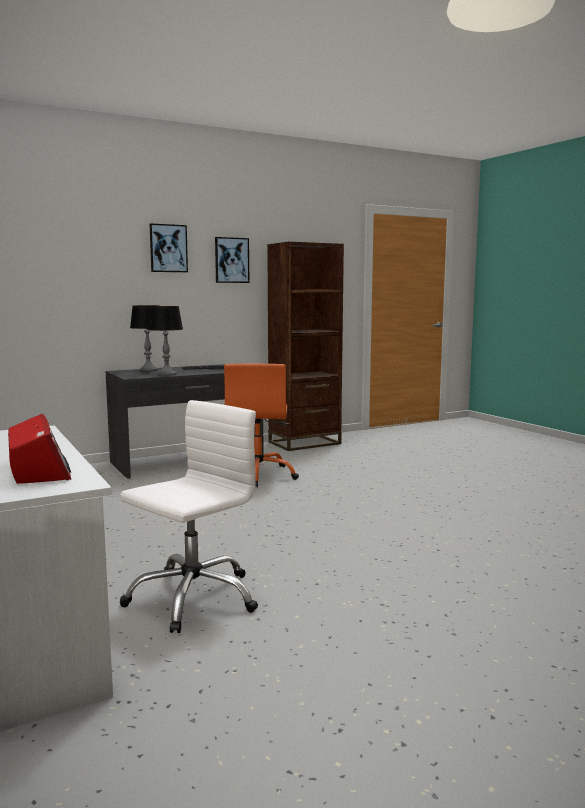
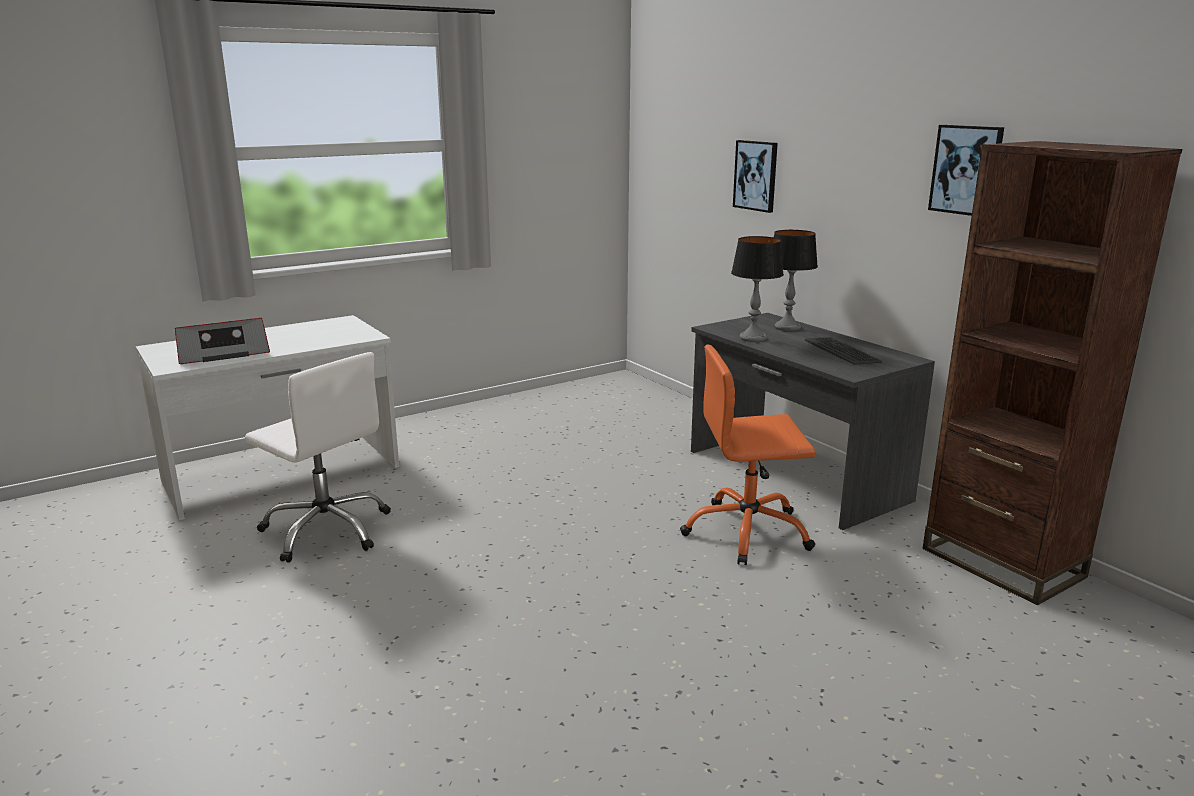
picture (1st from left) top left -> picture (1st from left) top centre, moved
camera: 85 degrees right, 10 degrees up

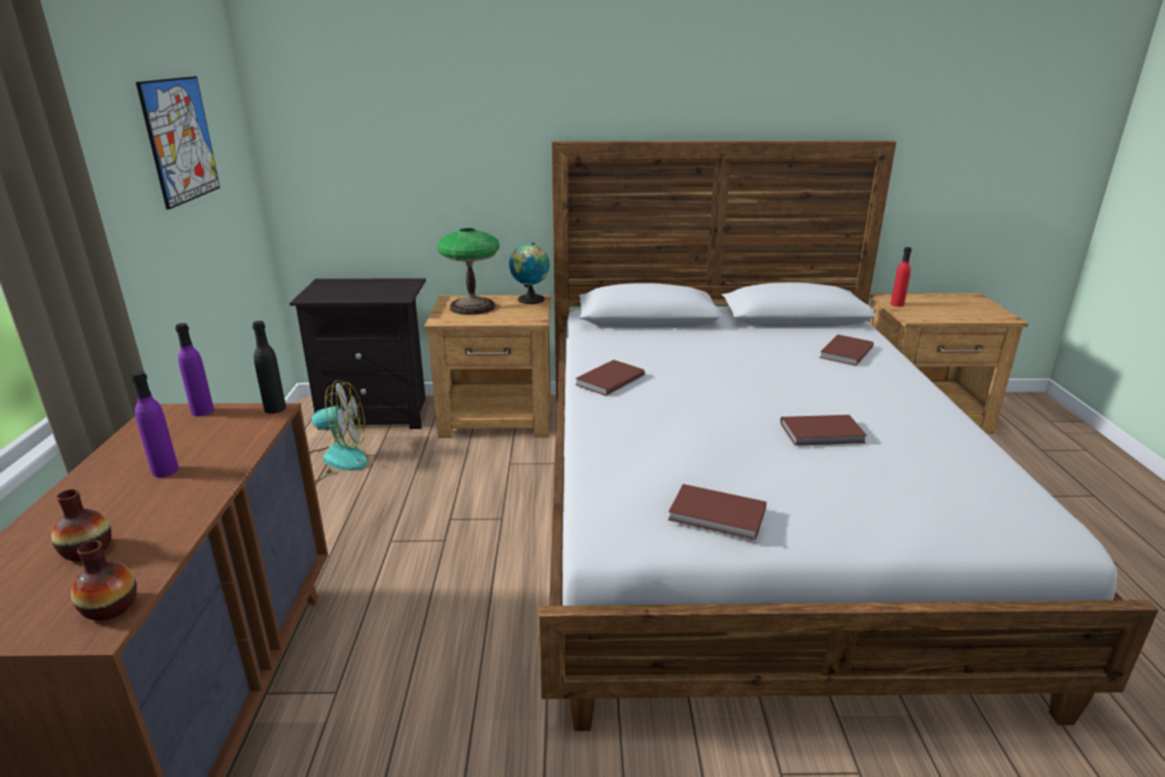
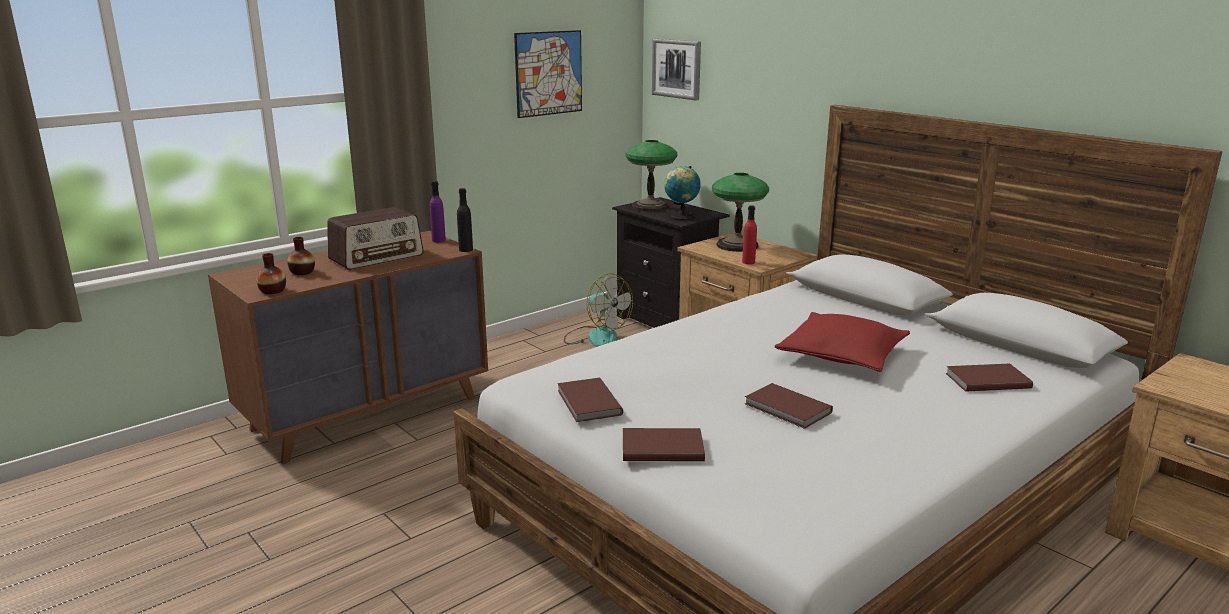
bottle (purple) (1st from left) middle left -> radio middle left
book (brown) (1st from left in the first image) centre -> book (brown) (2nd from left) bottom centre, moved
none -> table lamp (1st from left) top centre
none -> picture (2nd from left) top centre
globe centre -> globe top centre, moved
bottle (red) middle right -> bottle (red) centre, moved
none -> pillow (red) middle right
camera: 50 degrees right, 5 degrees down

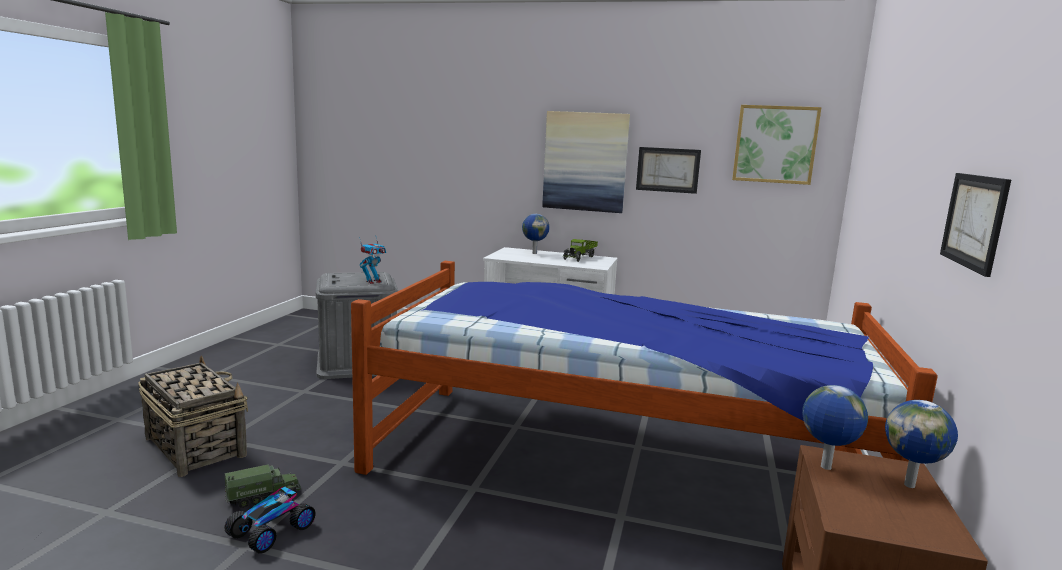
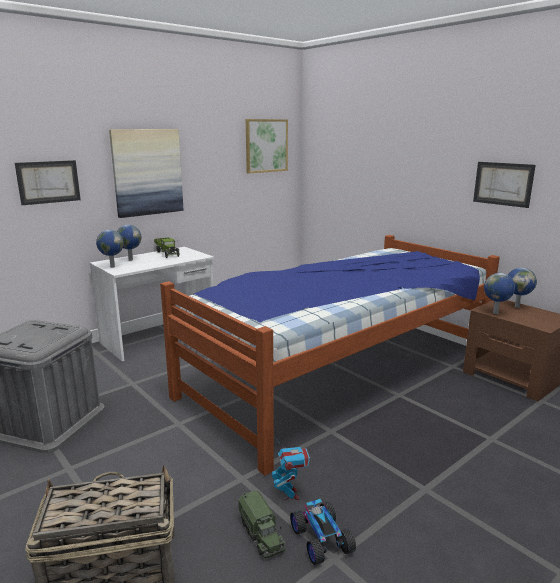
picture (2nd from left in the first image) top centre -> picture (1st from left) top left, moved
none -> globe (1st from left) middle left
toy truck (1st from left in the first image) bottom left -> toy truck (2nd from left) bottom centre, 150 degrees clockwise
toy robot centre -> toy robot bottom centre, moved
camera: 55 degrees left, 5 degrees up

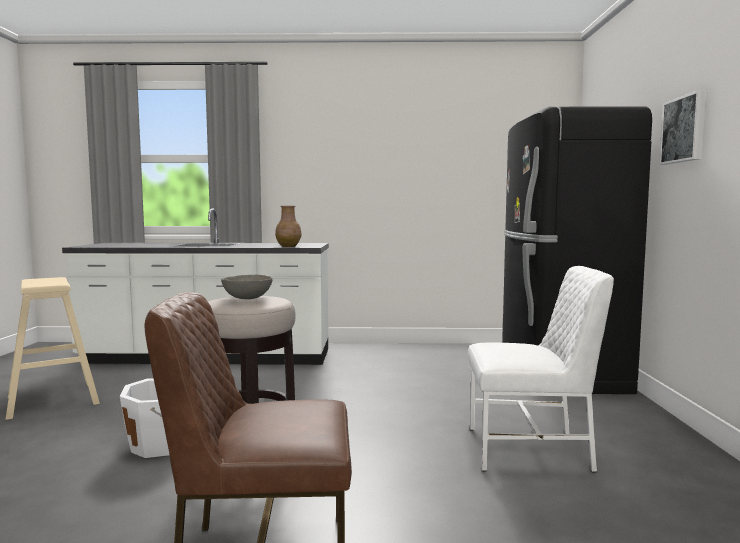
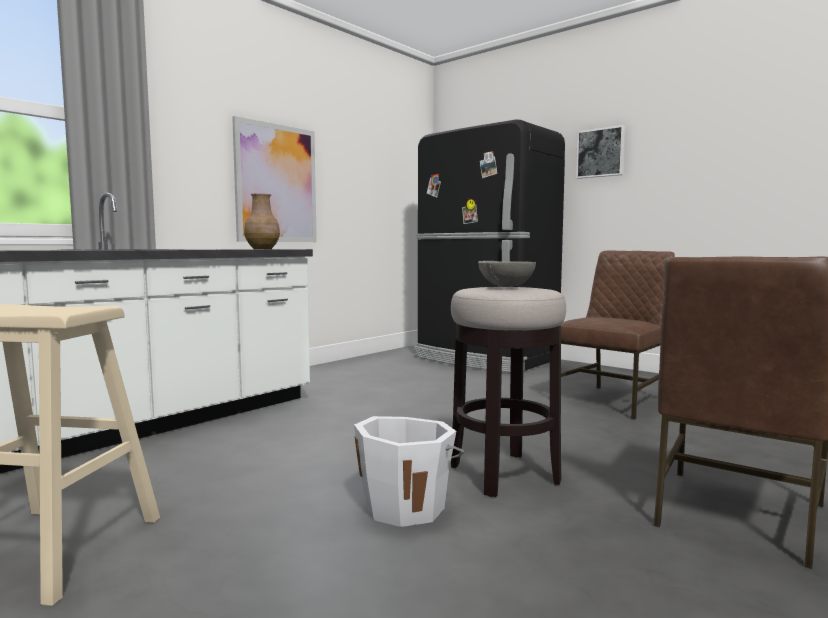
none -> picture (1st from left) top left
chair (white) bottom right -> chair (brown) (1st from left) middle right
camera: 50 degrees left, 0 degrees up

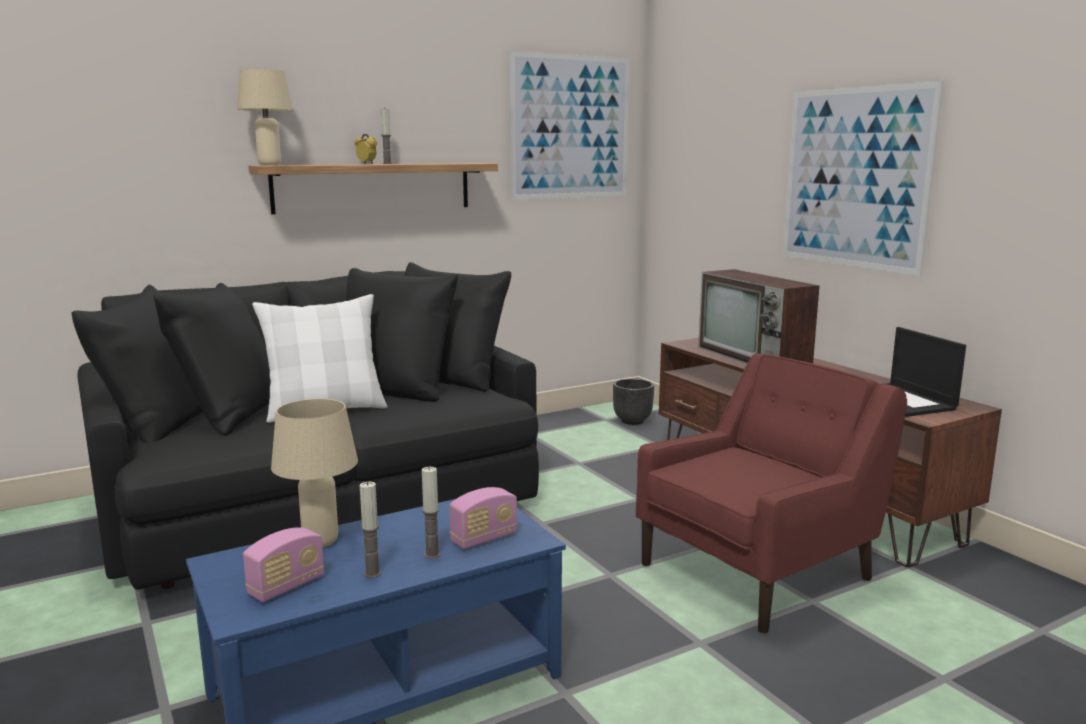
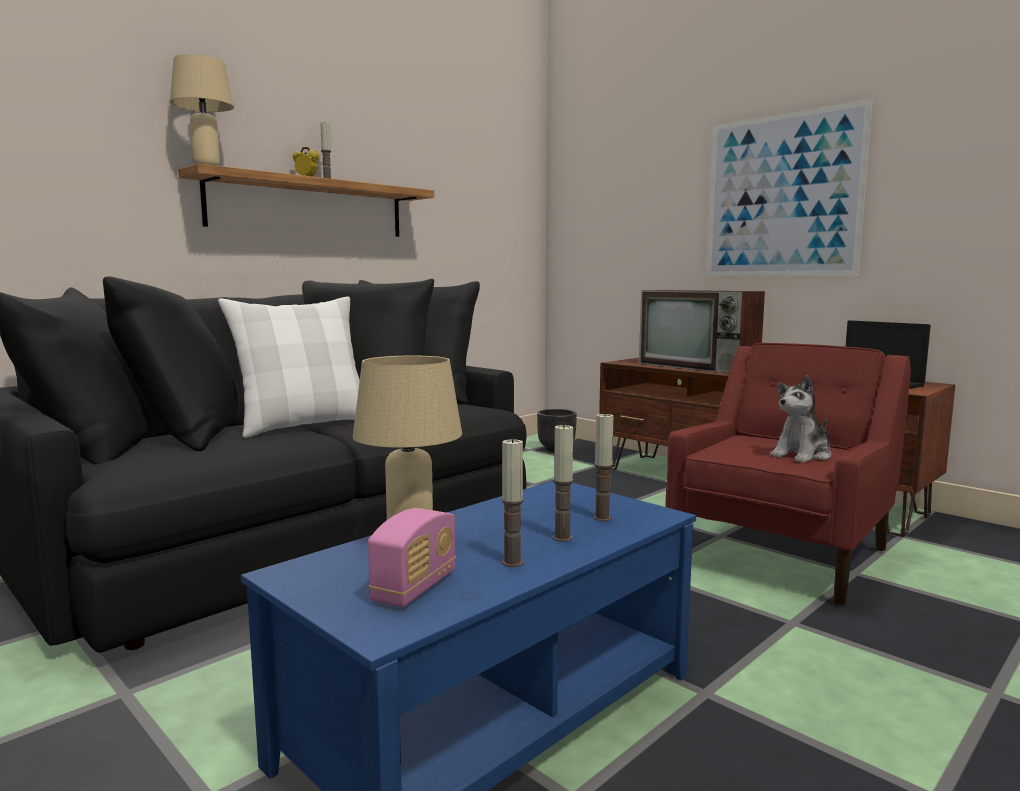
radio (2nd from left) bottom centre -> candle (4th from left) centre
none -> plush toy middle right
picture (1st from left) top centre -> none
camera: 15 degrees left, 5 degrees down

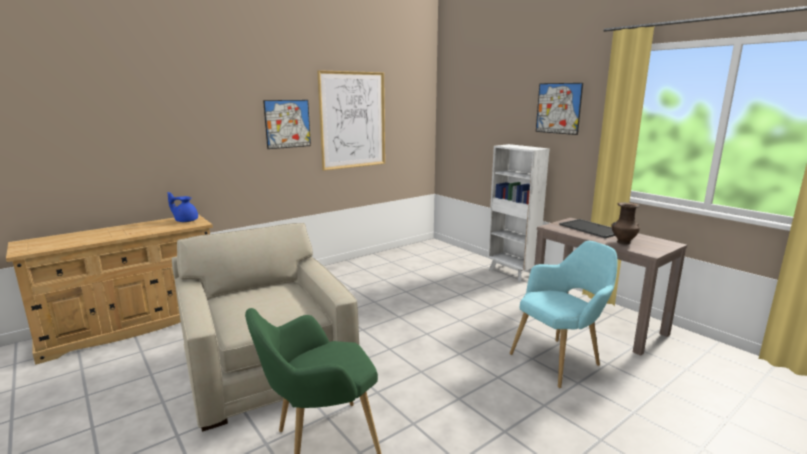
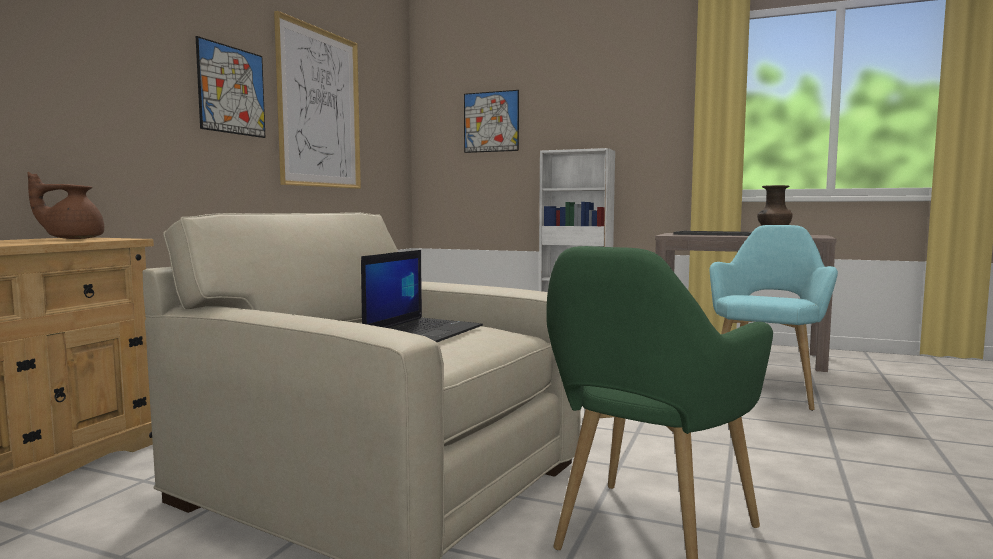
teapot (blue) middle left -> teapot (brown) middle left
none -> laptop centre
picture (3rd from left) top right -> picture (3rd from left) top centre, moved
camera: 30 degrees left, 10 degrees down

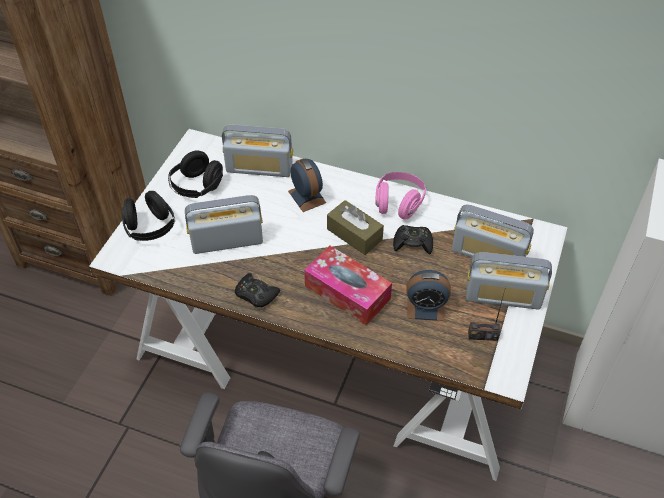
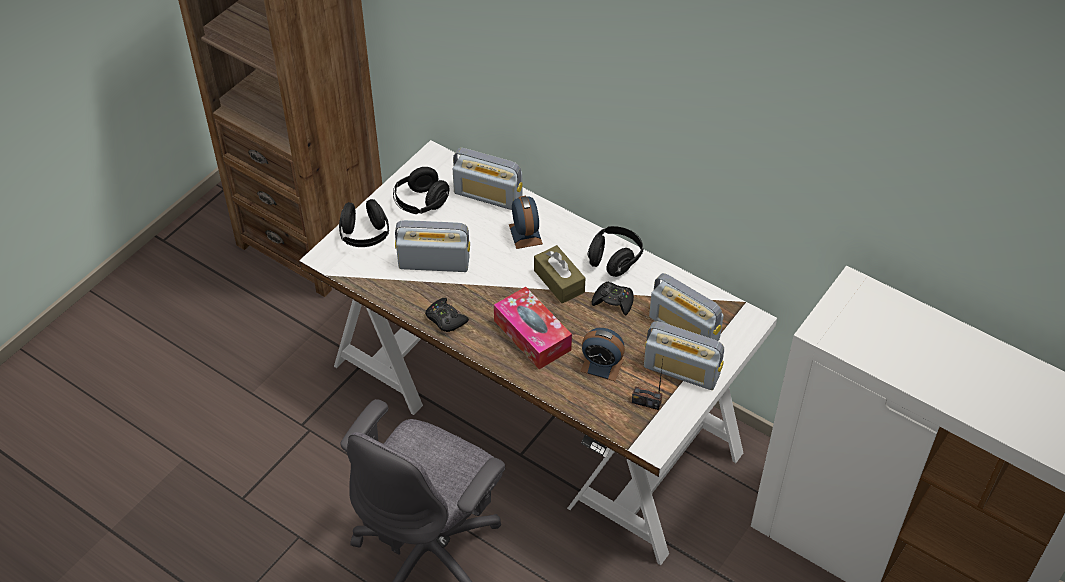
headphones (pink) centre -> headphones (black) (3rd from left) centre
camera: 15 degrees right, 0 degrees up

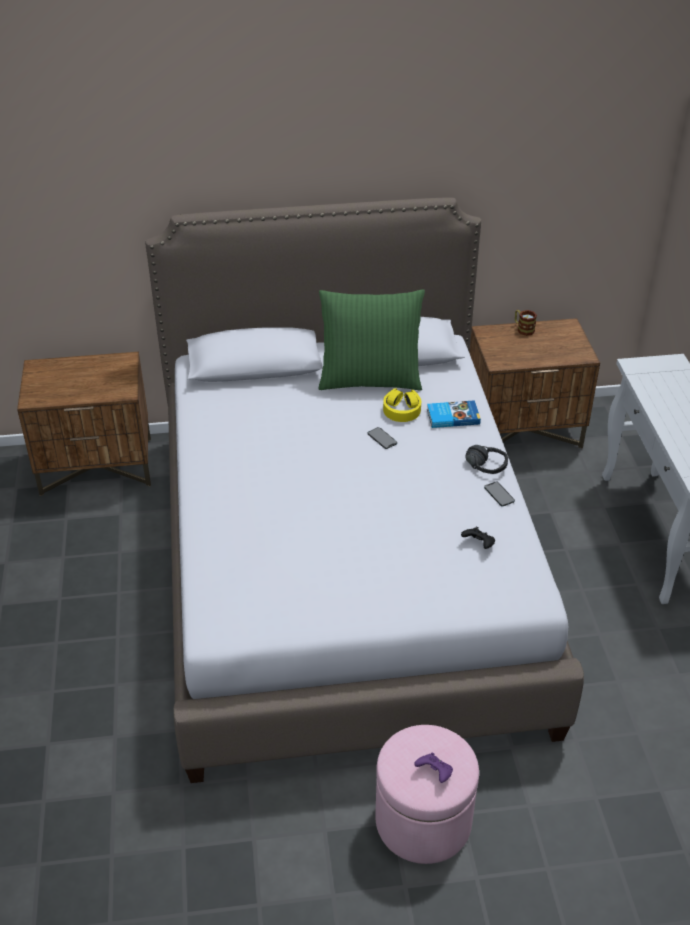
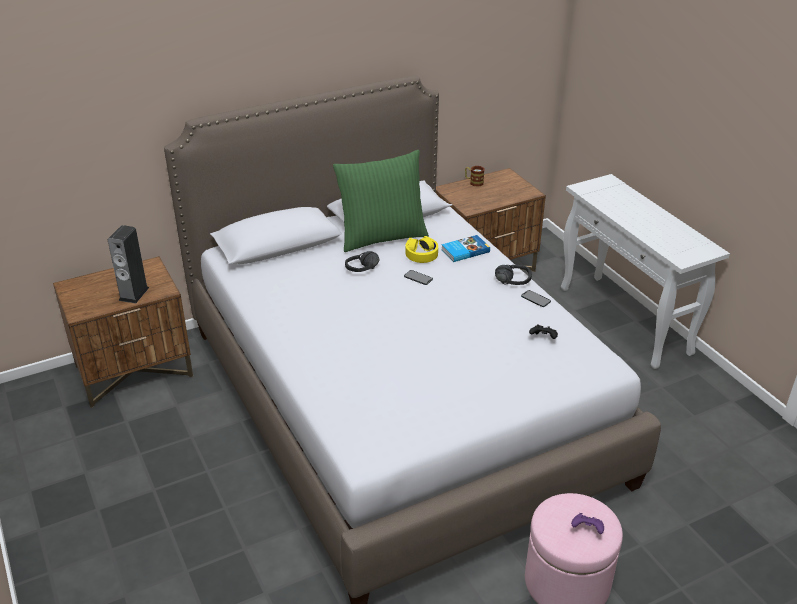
none -> speaker middle left
none -> headphones (black) (1st from left) centre
camera: 20 degrees left, 5 degrees down

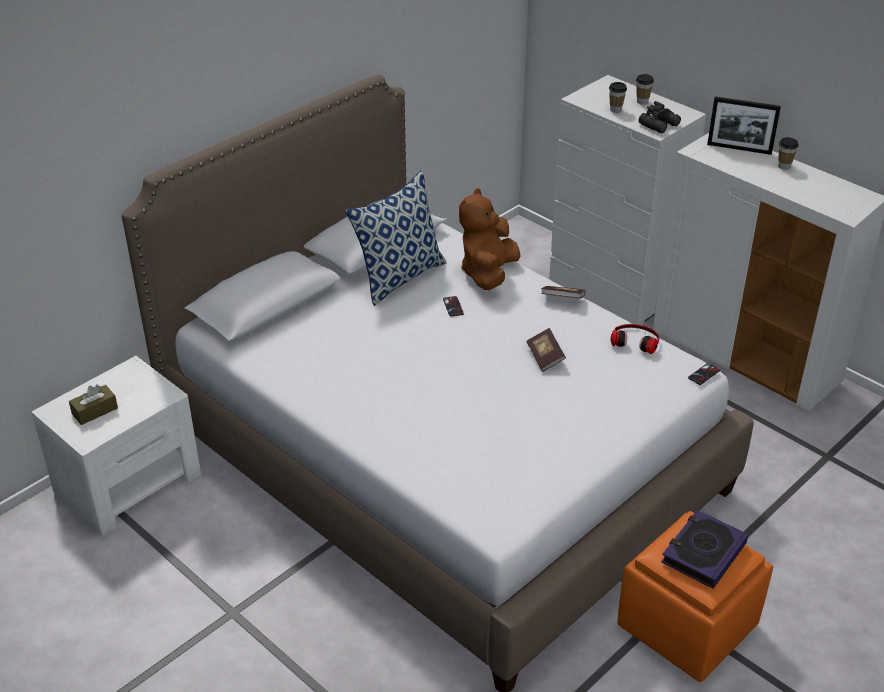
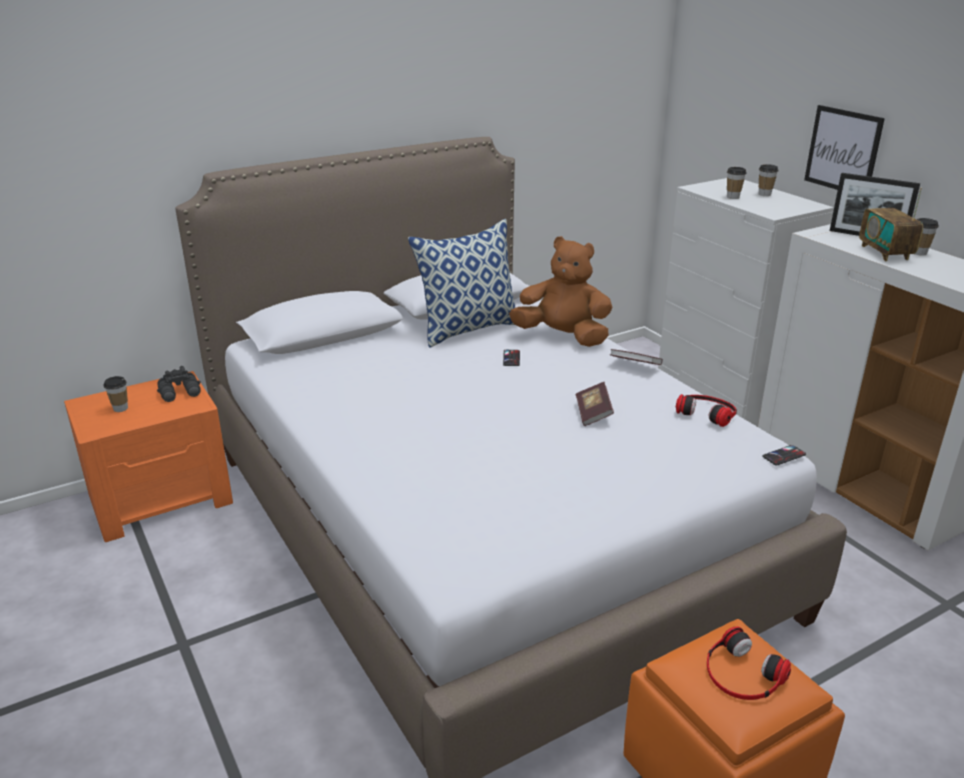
nightstand (white) middle left -> nightstand (orange) middle left
tissue box (brown) middle left -> cup (1st from left) middle left
binoculars (black) top right -> binoculars (black) middle left, moved
plush toy (brown) centre, 75 degrees clockwise
book (3rd from left) bottom right -> headphones (2nd from left) bottom right
none -> picture top right
none -> radio top right
camera: 15 degrees right, 10 degrees down

